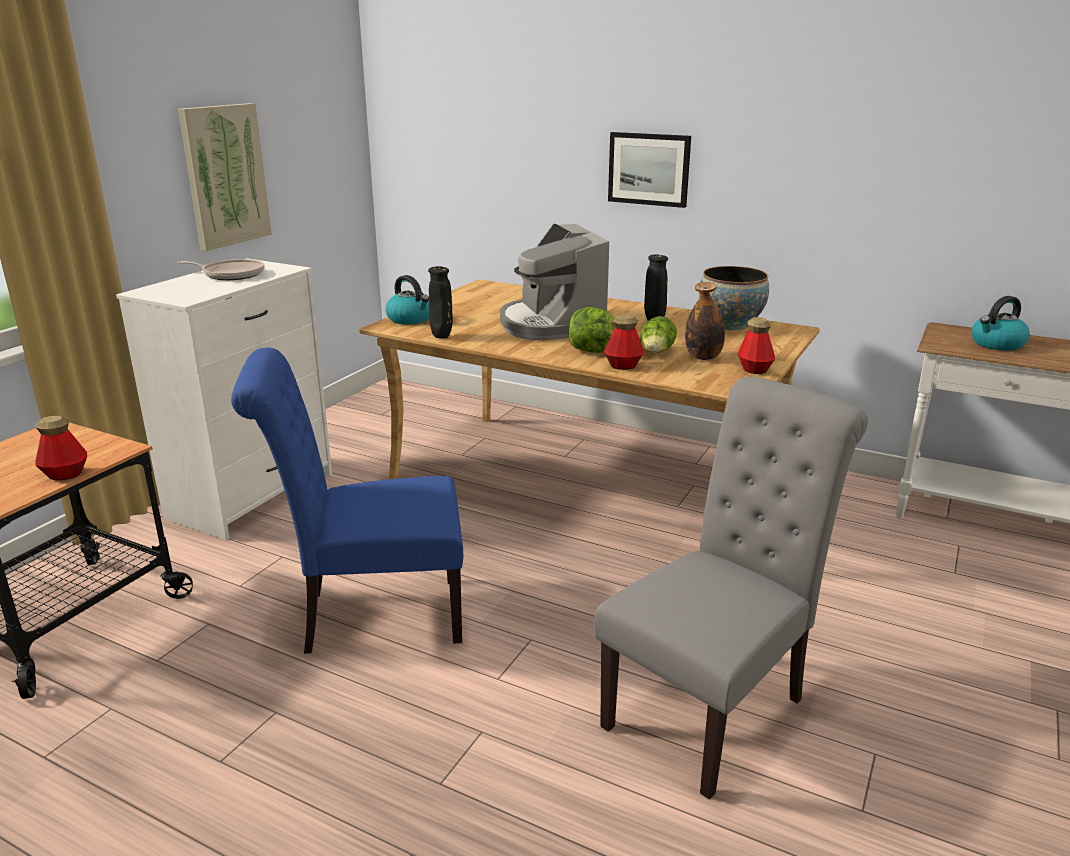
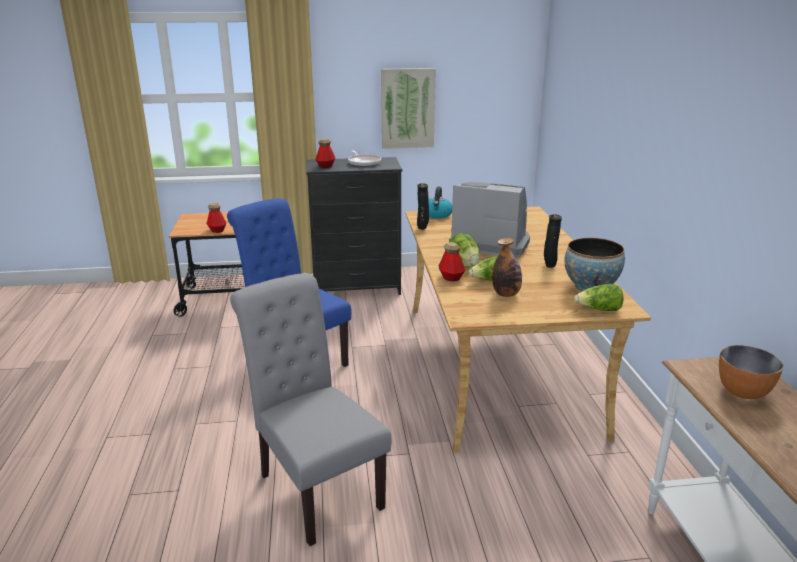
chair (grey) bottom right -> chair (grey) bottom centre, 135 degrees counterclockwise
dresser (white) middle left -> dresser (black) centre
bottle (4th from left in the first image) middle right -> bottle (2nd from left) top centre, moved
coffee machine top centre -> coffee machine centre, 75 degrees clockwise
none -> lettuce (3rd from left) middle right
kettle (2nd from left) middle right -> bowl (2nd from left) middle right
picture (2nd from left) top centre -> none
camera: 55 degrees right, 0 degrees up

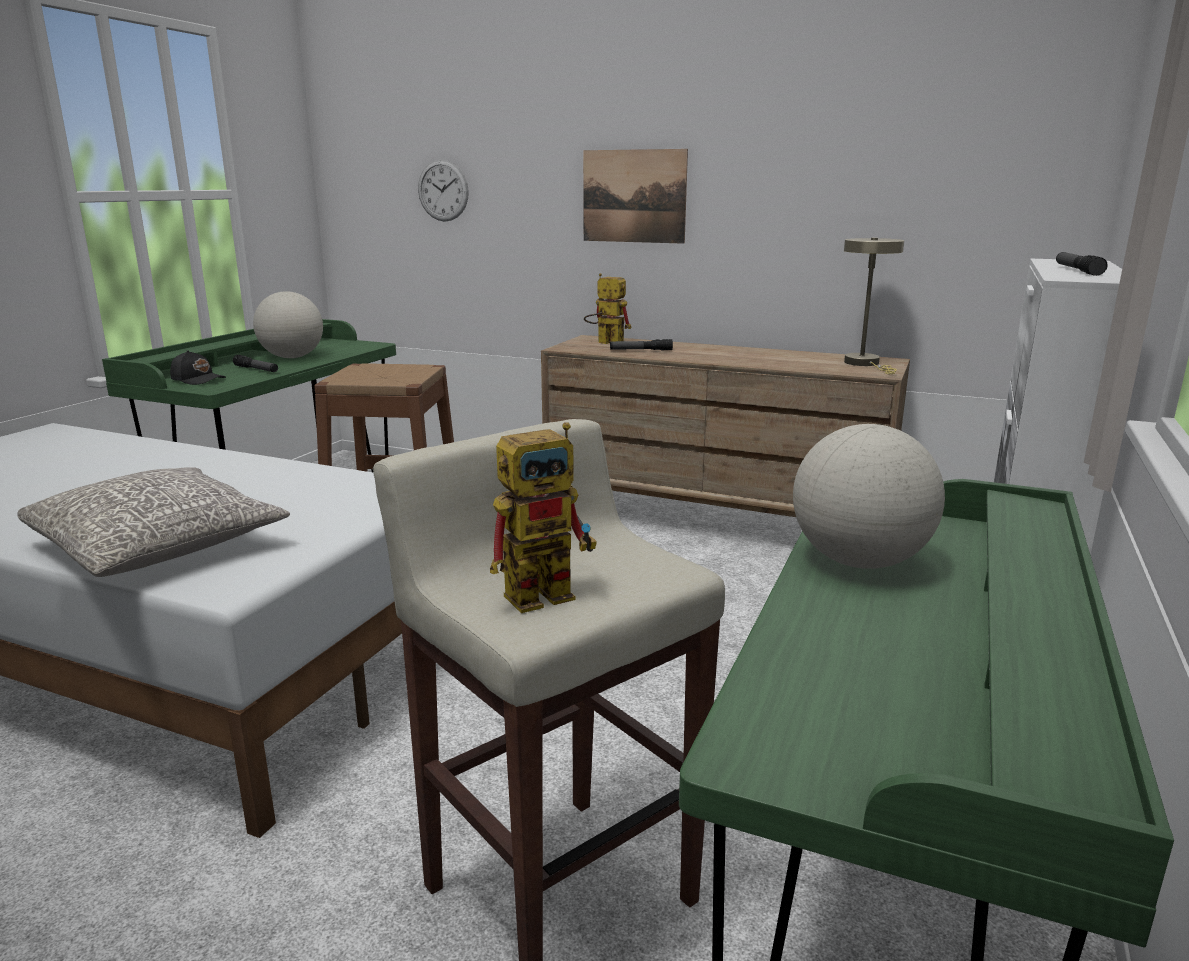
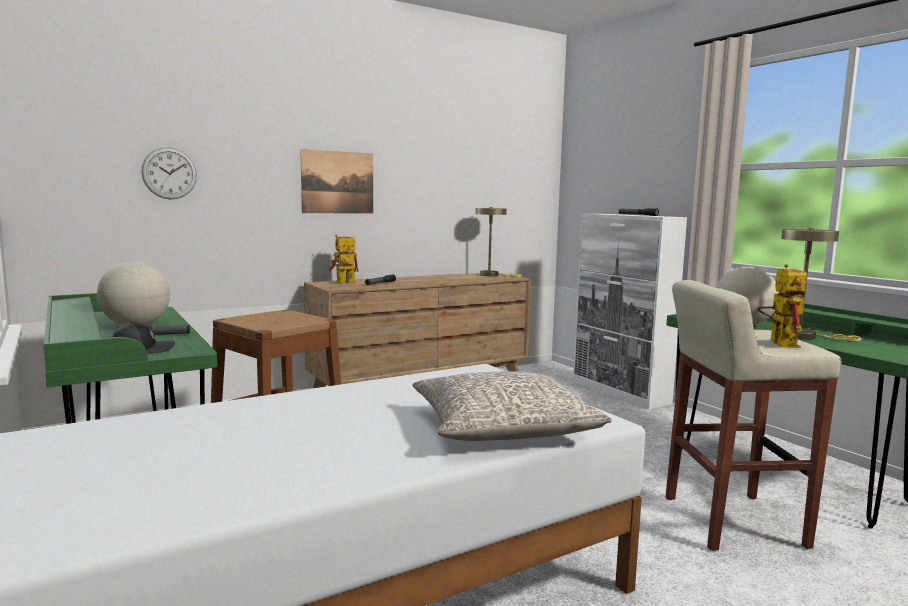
none -> table lamp (beige) (2nd from left) middle right
camera: 55 degrees left, 10 degrees down

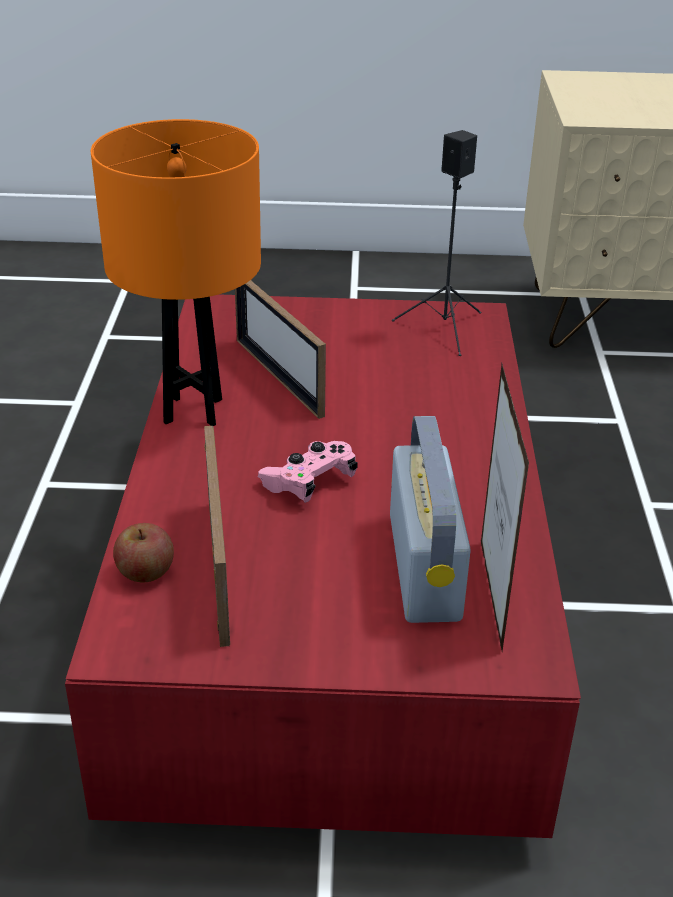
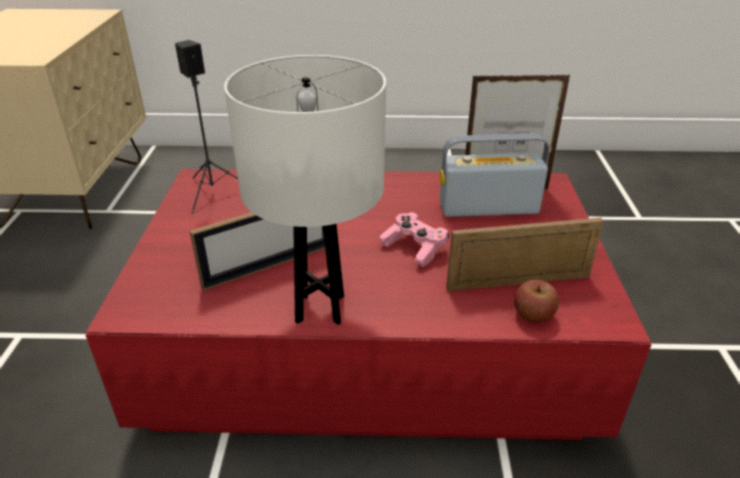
table lamp (orange) top left -> table lamp (white) centre
camera: 90 degrees left, 0 degrees up

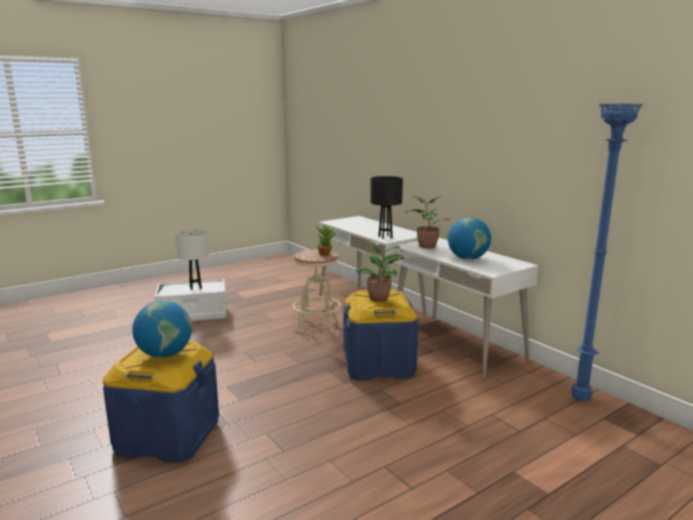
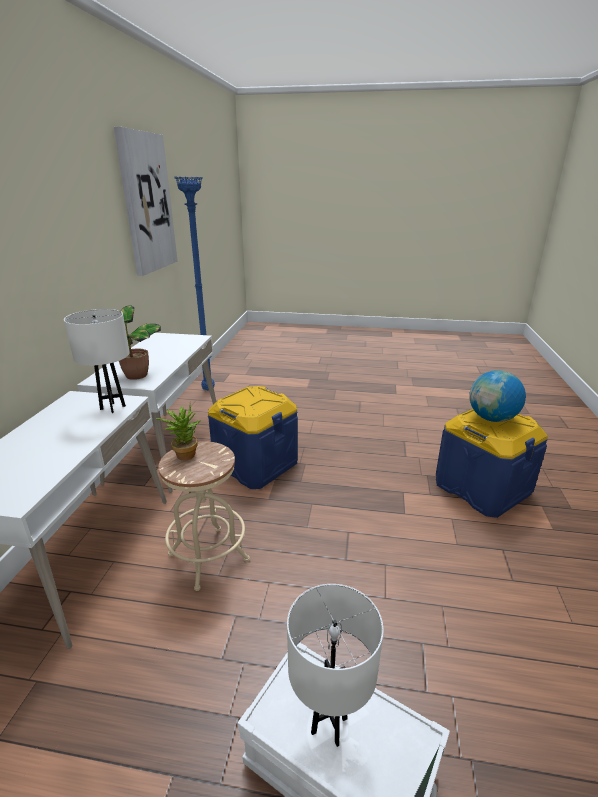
table lamp (black) centre -> table lamp (white) (1st from left) middle left
none -> picture top left
potted plant (2nd from left) centre -> none
globe (2nd from left) middle right -> none
camera: 135 degrees left, 10 degrees up

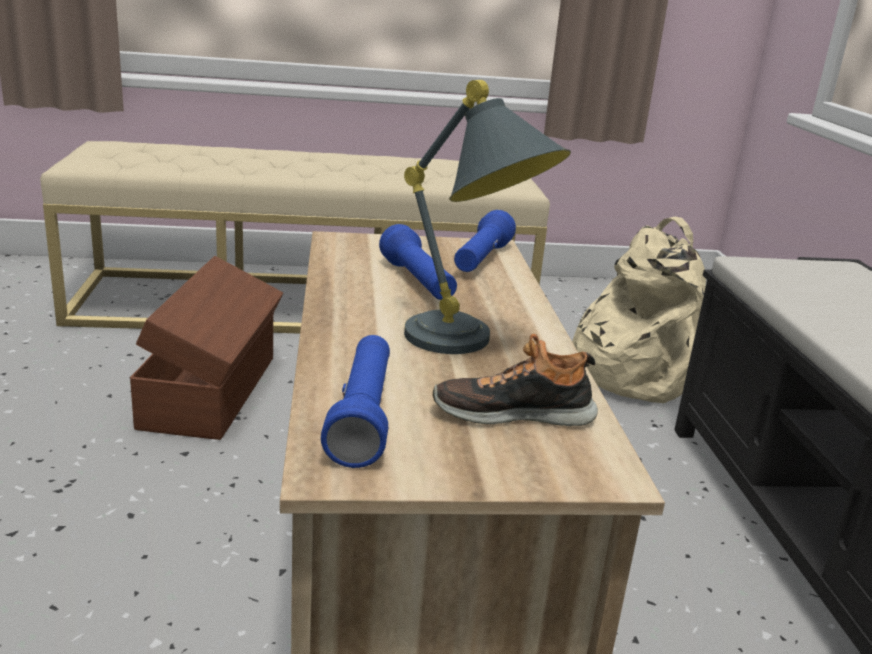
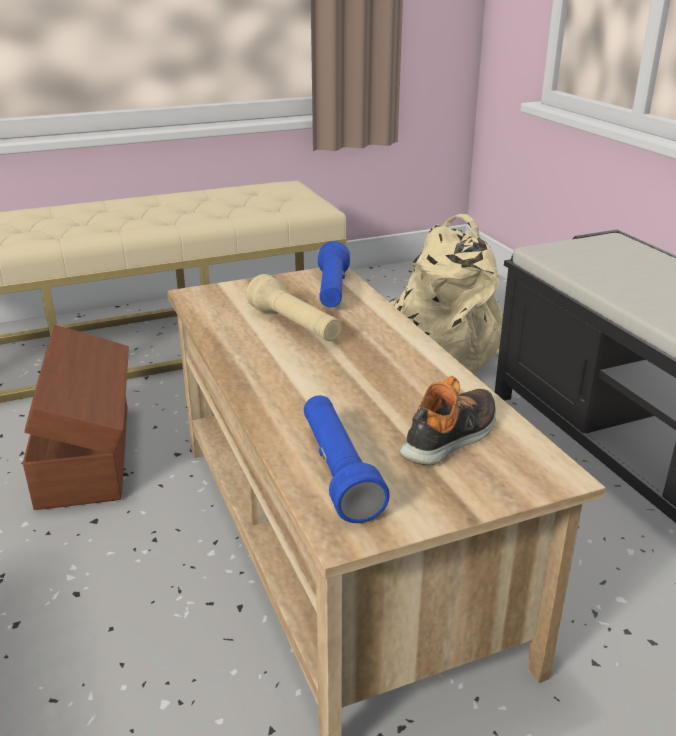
flashlight (blue) (2nd from left) centre -> flashlight (beige) centre
shoe centre, 150 degrees clockwise
table lamp (grey) top centre -> none
camera: 15 degrees left, 5 degrees up

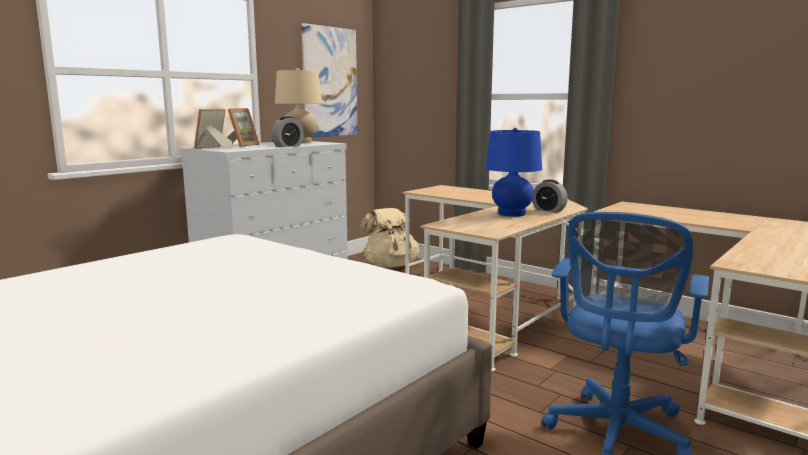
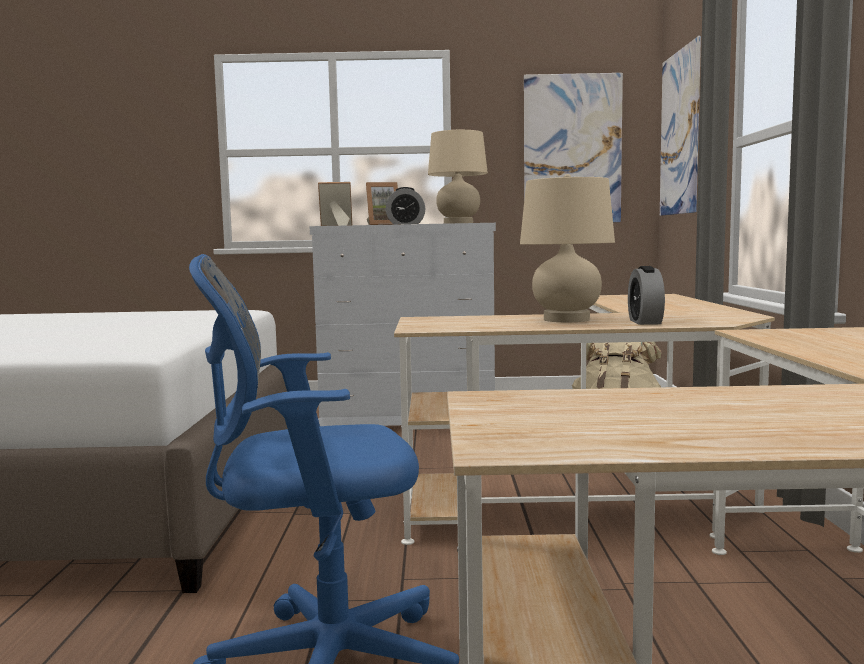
table lamp (blue) centre -> table lamp (beige) (2nd from left) centre
none -> picture (2nd from left) top right
camera: 50 degrees right, 5 degrees down

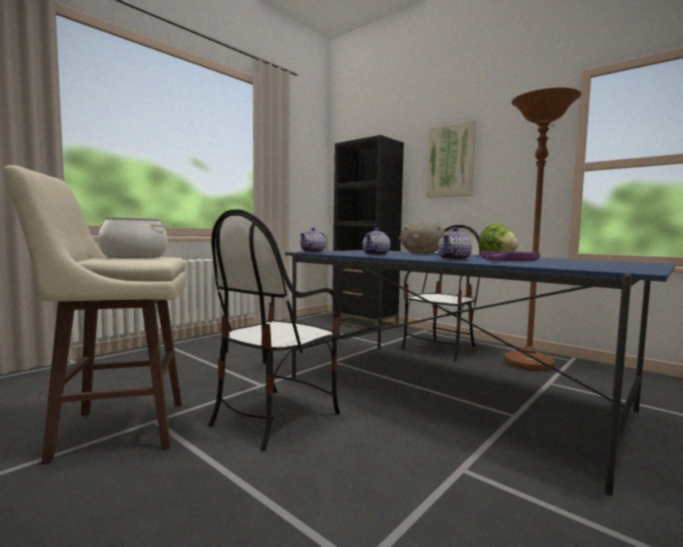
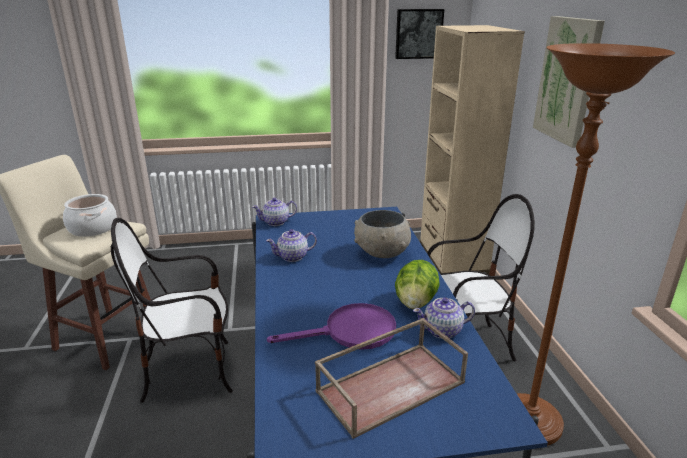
none -> tray (brown) bottom centre
none -> picture (1st from left) top centre
teapot (3rd from left) centre -> teapot (3rd from left) bottom centre, moved
bookcase (black) centre -> bookcase (beige) top right
camera: 40 degrees right, 20 degrees up

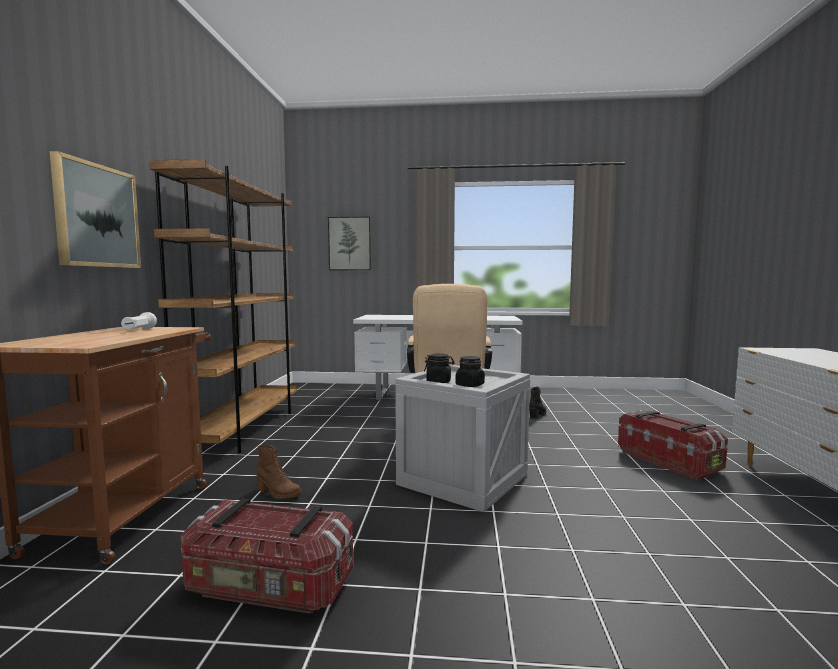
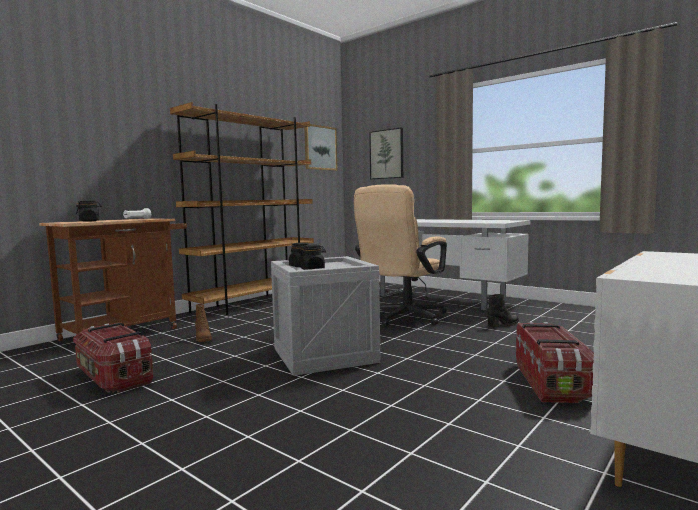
none -> jar (black) (1st from left) middle left
picture (1st from left) top left -> picture (1st from left) top centre, moved
camera: 35 degrees right, 0 degrees up

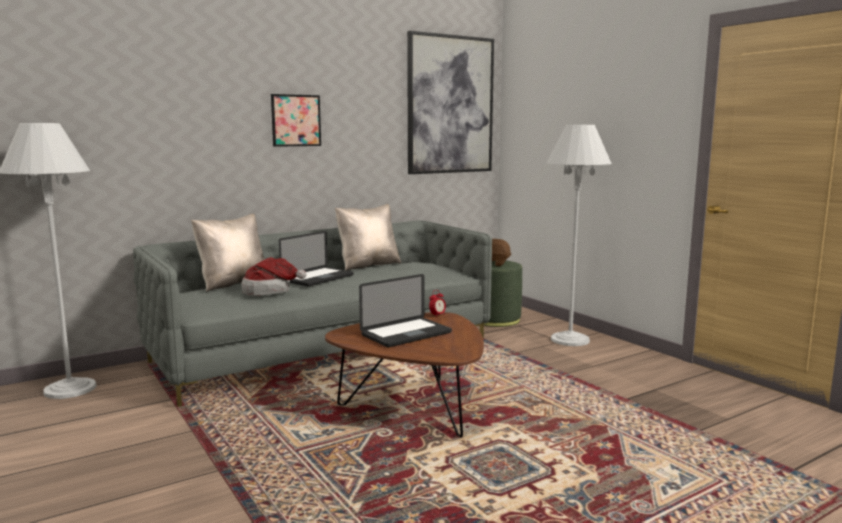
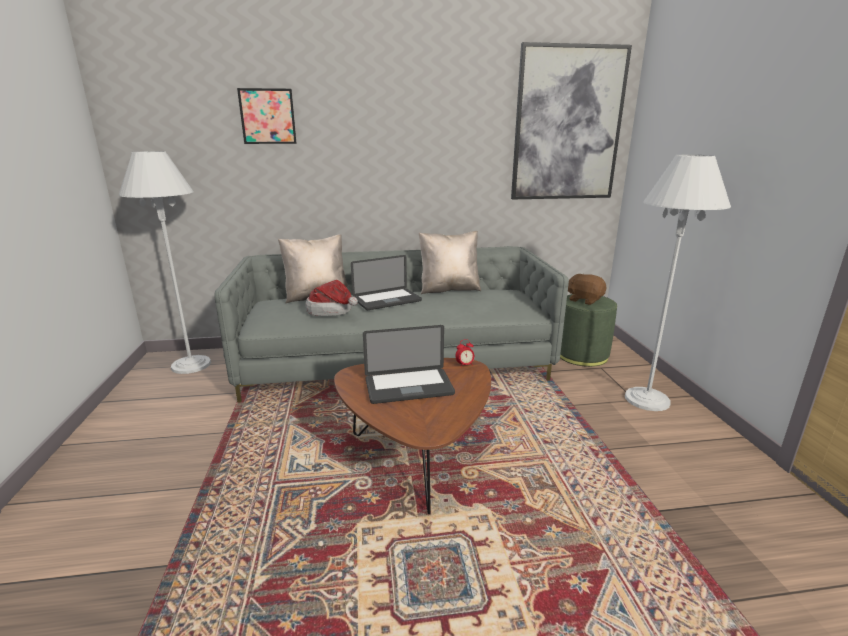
picture (1st from left) top centre -> picture (1st from left) top left, moved
camera: 25 degrees right, 10 degrees up

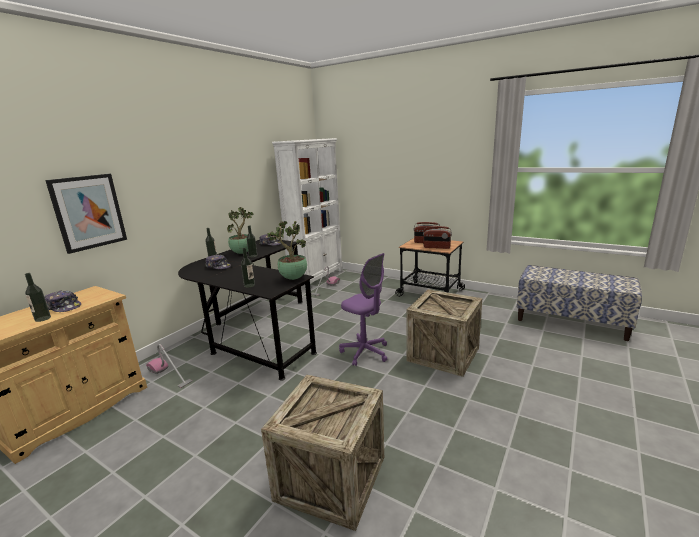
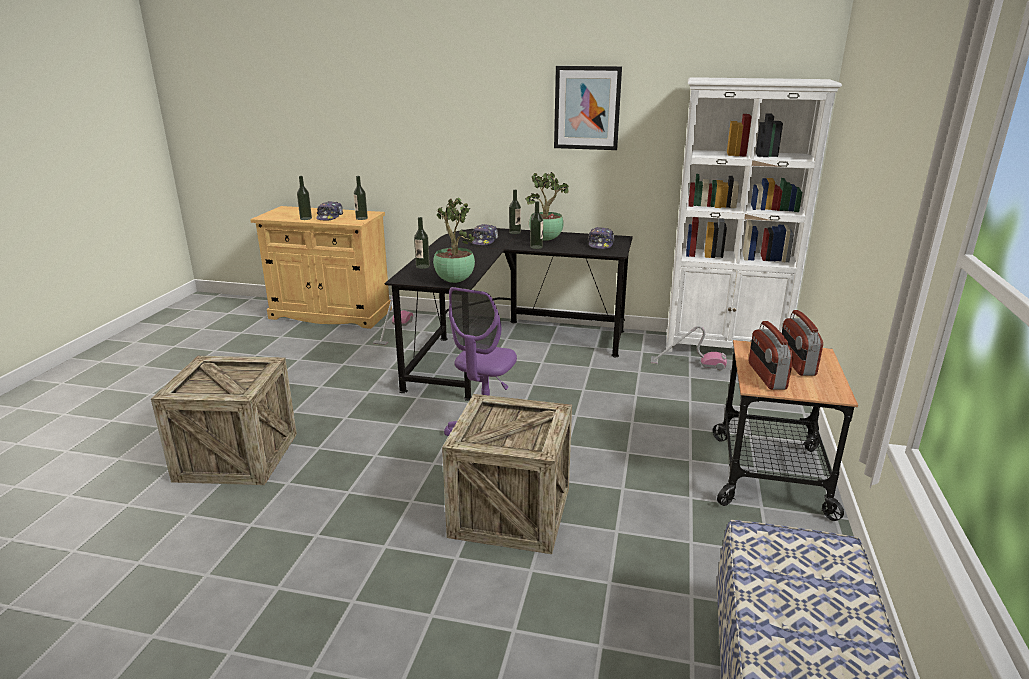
none -> bottle (2nd from left) top centre
picture middle left -> picture top centre, moved
camera: 70 degrees right, 5 degrees up

